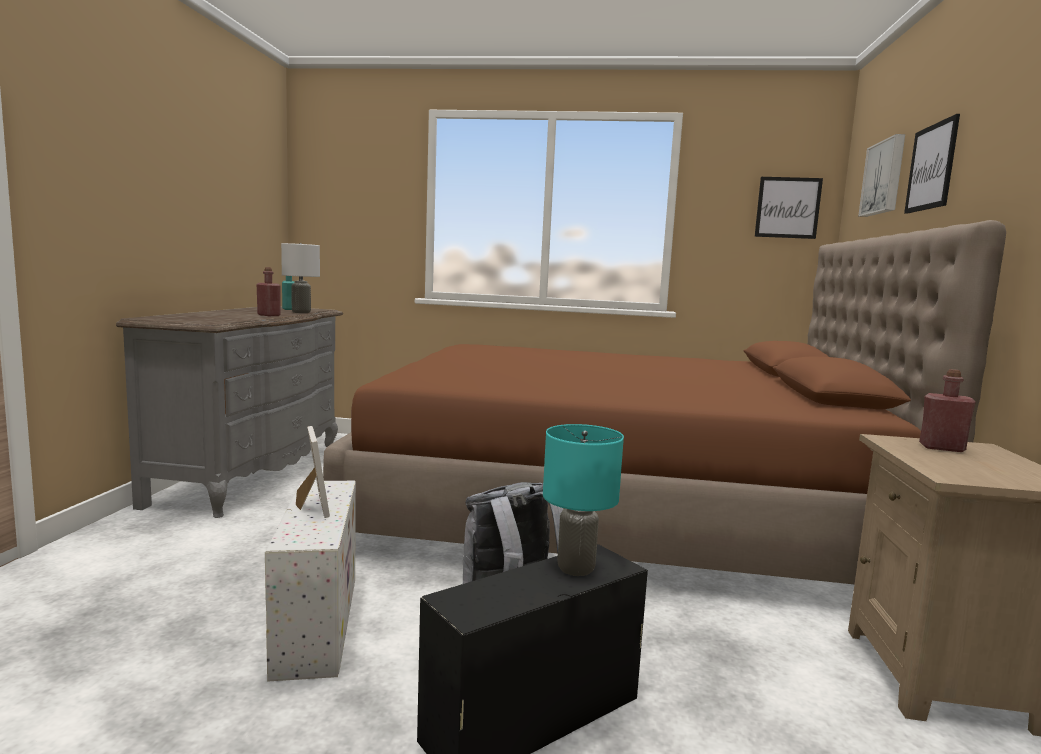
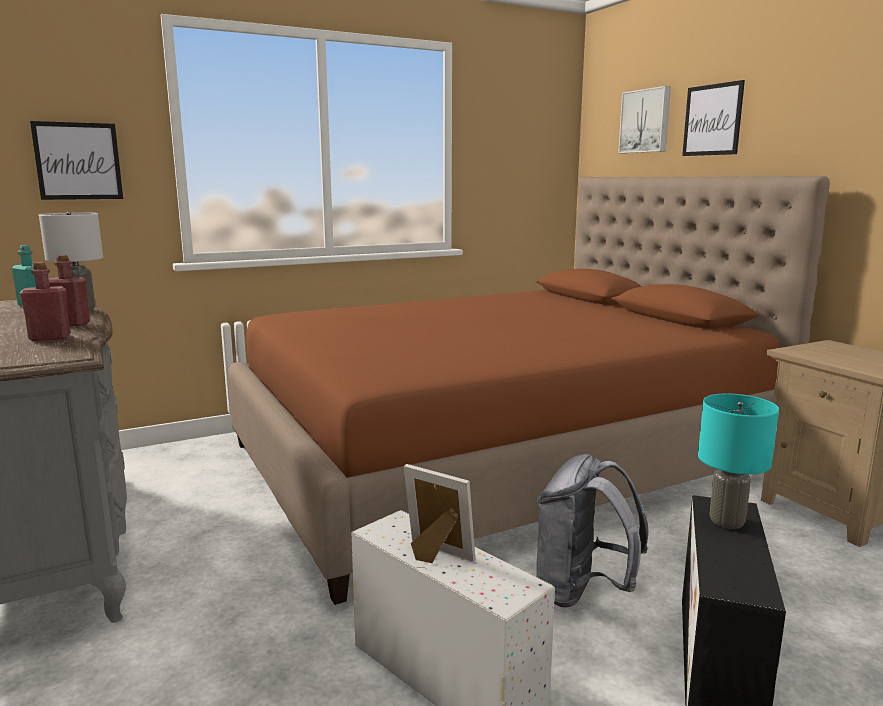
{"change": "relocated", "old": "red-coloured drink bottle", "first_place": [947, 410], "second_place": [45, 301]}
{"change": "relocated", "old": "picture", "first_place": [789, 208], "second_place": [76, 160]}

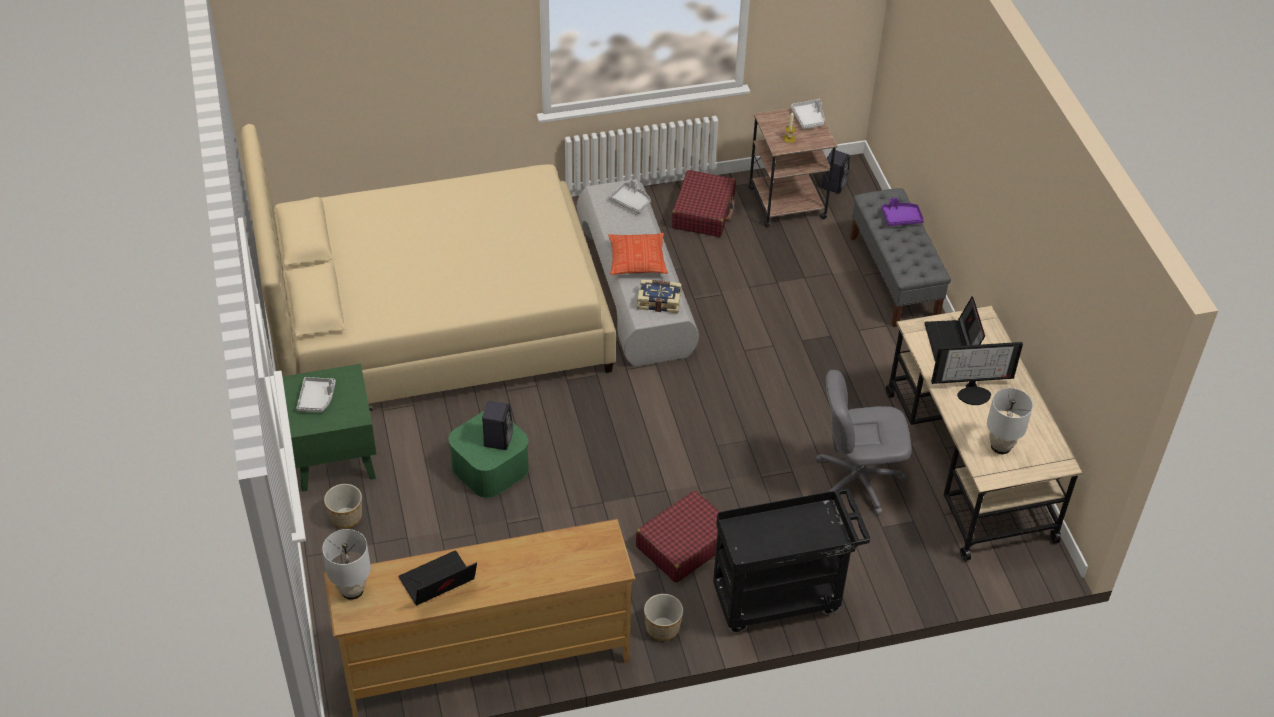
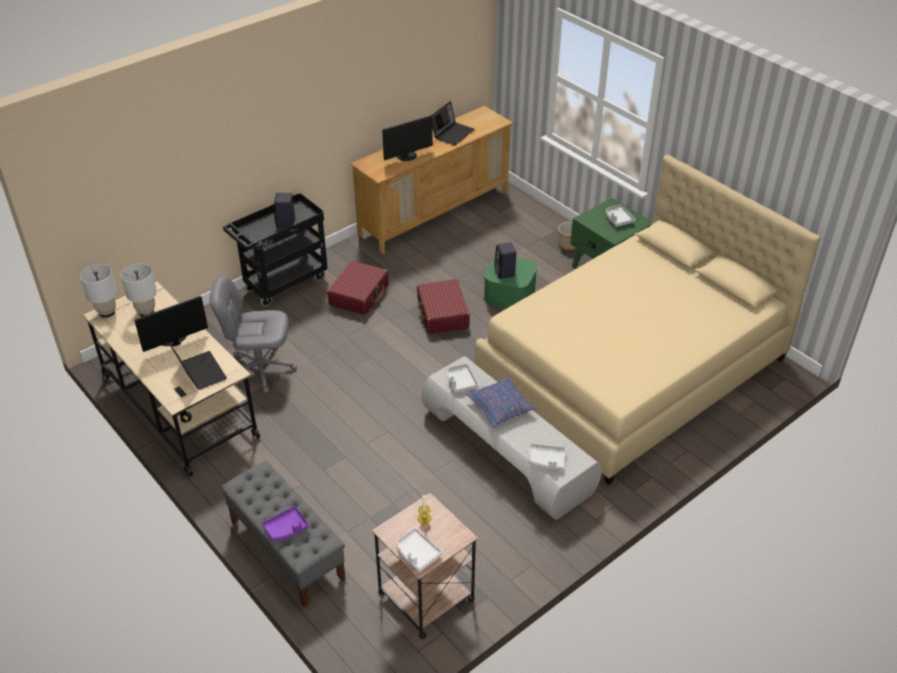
{"change": "relocated", "old": "white-coloured table lamp", "first_place": [346, 564], "second_place": [98, 291]}
{"change": "spun", "old": "grey computer chair", "first_place": [863, 442], "second_place": [253, 334], "degrees": -150}
{"change": "relocated", "old": "black audio speaker", "first_place": [835, 172], "second_place": [284, 210]}
{"change": "appeared", "new": "monitor", "second_place": [407, 138]}
{"change": "relocated", "old": "red-coloured piece of luggage", "first_place": [704, 203], "second_place": [443, 306]}
{"change": "exchanged", "old": "volume", "new": "grey serving tray", "first_place": [659, 296], "second_place": [463, 378]}
{"change": "colour", "old": "orange cushion", "new": "bluish cushion", "first_place": [638, 254], "second_place": [501, 402]}
{"change": "missing", "old": "planter", "first_place": [663, 617]}

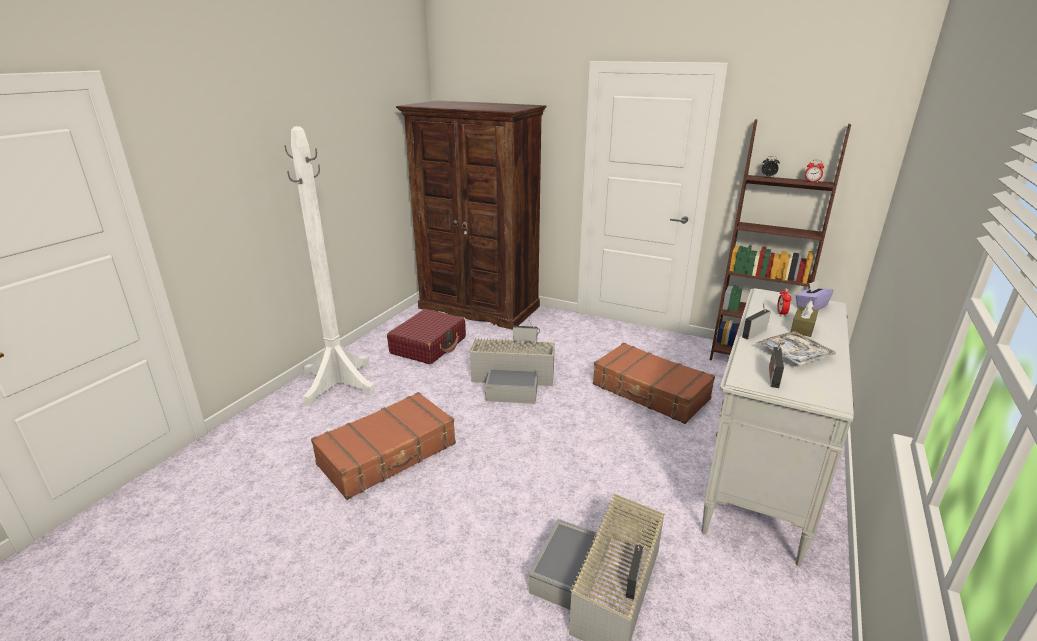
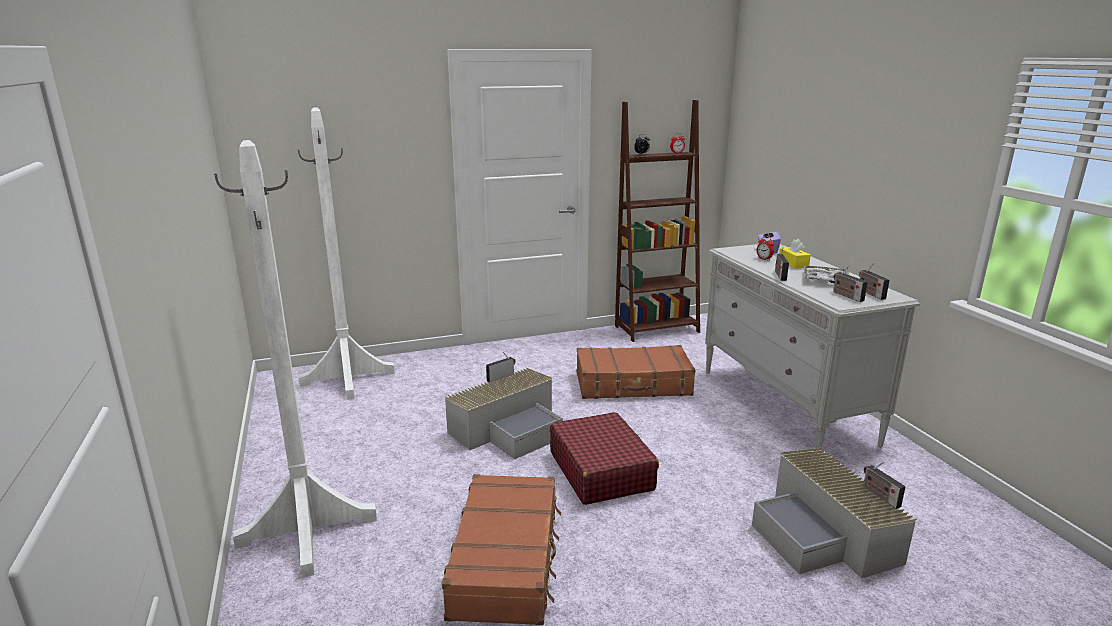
{"change": "exchanged", "old": "brown clothes cupboard", "new": "white-coloured clothes rack", "first_place": [471, 215], "second_place": [346, 253]}
{"change": "relocated", "old": "red-coloured piece of luggage", "first_place": [426, 336], "second_place": [604, 458]}
{"change": "colour", "old": "brown box of tissues", "new": "yellow box of tissues", "first_place": [805, 319], "second_place": [795, 254]}
{"change": "appeared", "new": "radio", "second_place": [874, 281]}

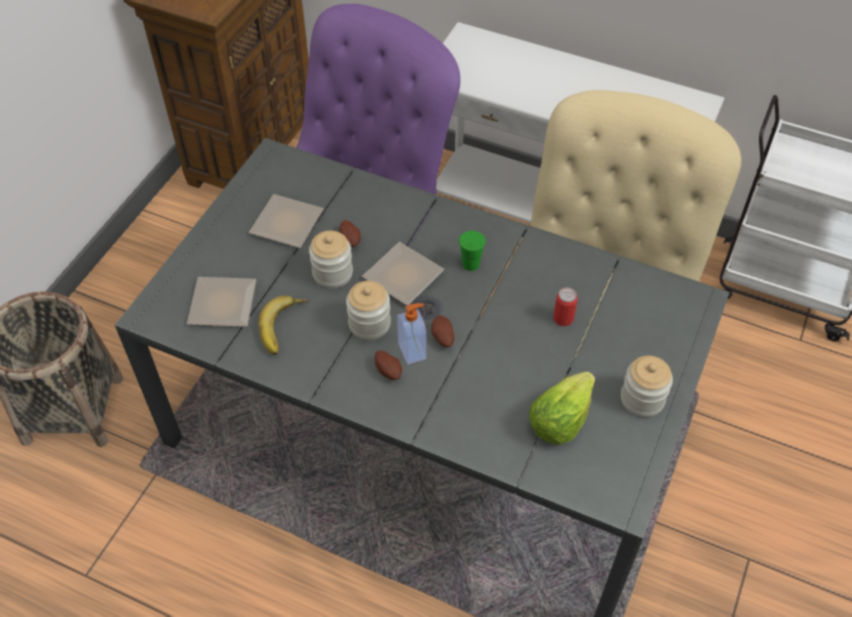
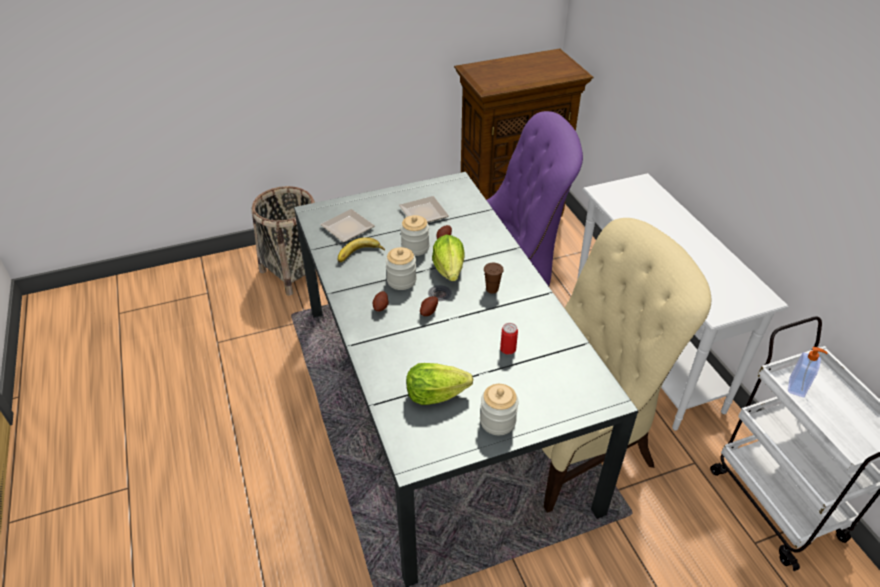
{"change": "exchanged", "old": "dinner plate", "new": "lettuce head", "first_place": [403, 273], "second_place": [448, 258]}
{"change": "colour", "old": "greenish cup", "new": "brown cup", "first_place": [472, 251], "second_place": [494, 278]}
{"change": "relocated", "old": "soap bottle", "first_place": [411, 334], "second_place": [807, 372]}

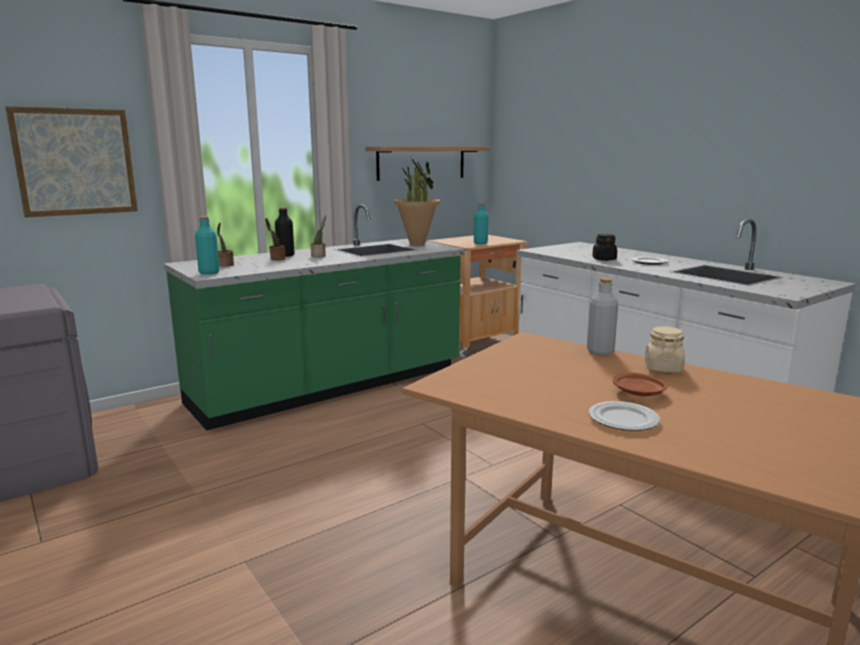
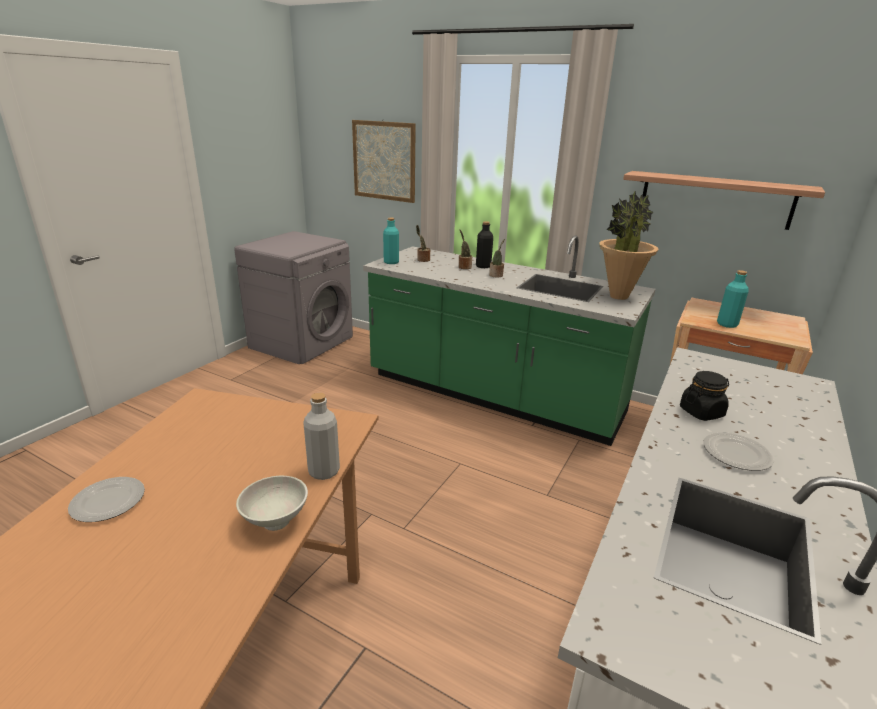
{"change": "exchanged", "old": "beige jar", "new": "white-coloured bowl", "first_place": [665, 349], "second_place": [272, 503]}
{"change": "missing", "old": "brown dinner plate", "first_place": [640, 385]}

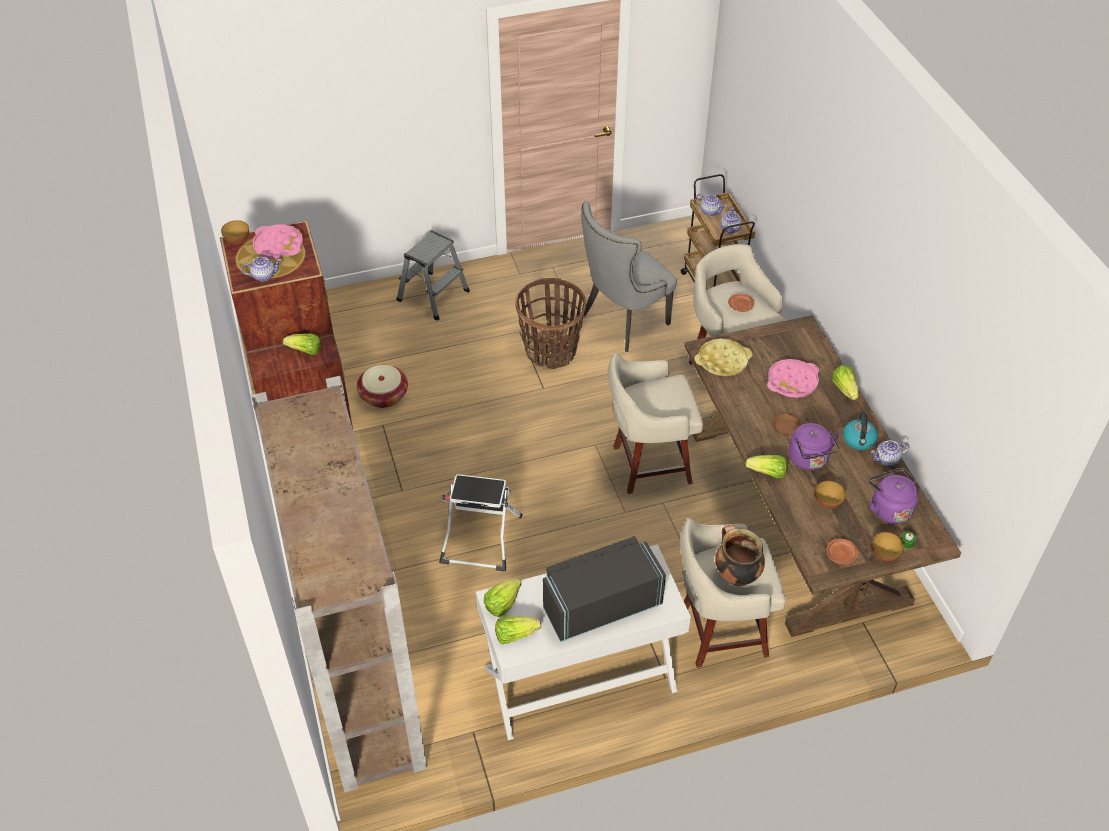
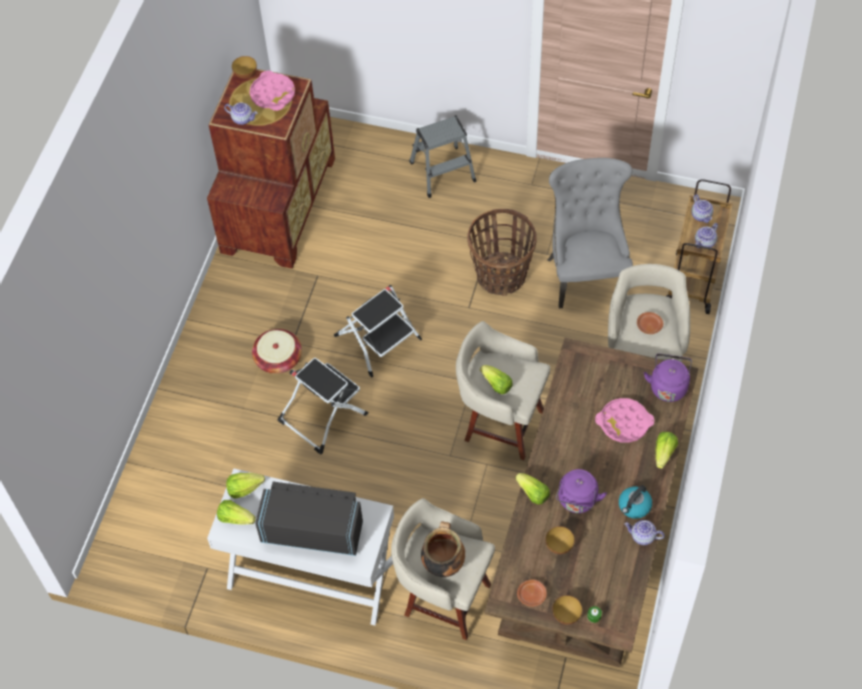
{"change": "relocated", "old": "storage basket", "first_place": [382, 386], "second_place": [277, 351]}
{"change": "appeared", "new": "stepladder", "second_place": [378, 331]}
{"change": "relocated", "old": "lettuce head", "first_place": [302, 344], "second_place": [496, 379]}
{"change": "spun", "old": "grey chair", "first_place": [629, 276], "second_place": [590, 233], "degrees": 90}
{"change": "relocated", "old": "purplish water kettle", "first_place": [894, 496], "second_place": [668, 377]}
{"change": "missing", "old": "brown bookcase", "first_place": [339, 584]}
{"change": "missing", "old": "yellow serving tray", "first_place": [724, 357]}
{"change": "missing", "old": "brown dinner plate", "first_place": [786, 425]}

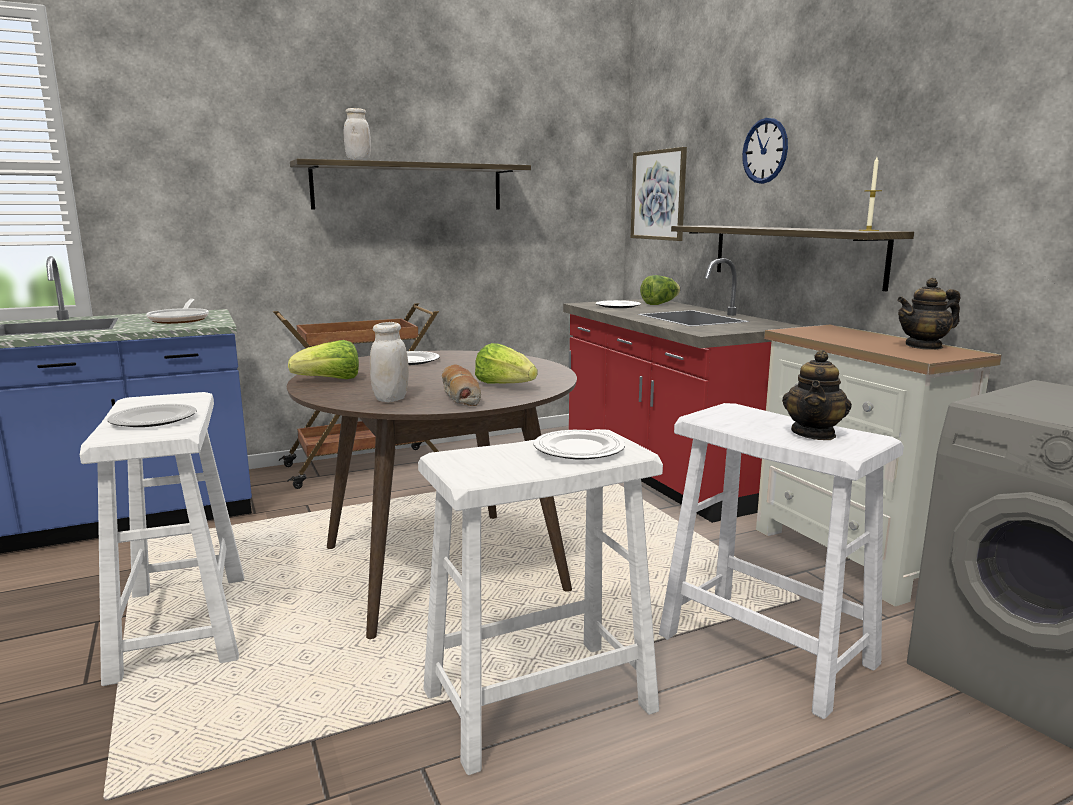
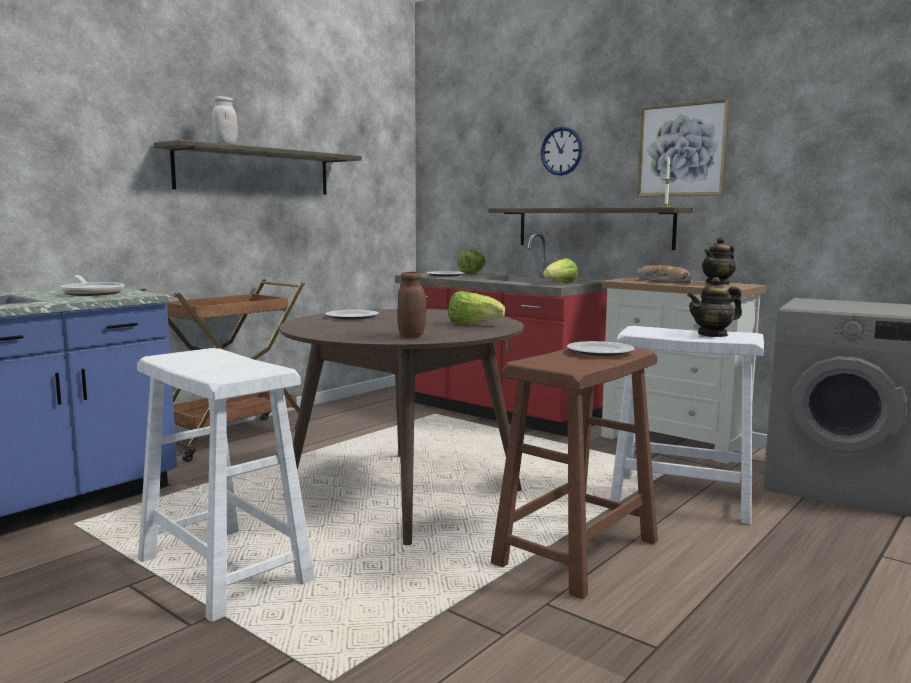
{"change": "colour", "old": "white-coloured jar", "new": "brown jar", "first_place": [389, 362], "second_place": [412, 305]}
{"change": "colour", "old": "white-coloured sitting stool", "new": "brown sitting stool", "first_place": [540, 602], "second_place": [574, 473]}
{"change": "relocated", "old": "lettuce head", "first_place": [323, 359], "second_place": [560, 270]}
{"change": "relocated", "old": "baked bread", "first_place": [461, 385], "second_place": [663, 274]}
{"change": "relocated", "old": "picture", "first_place": [659, 194], "second_place": [683, 147]}
{"change": "spun", "old": "tea pot", "first_place": [817, 395], "second_place": [714, 307], "degrees": 75}
{"change": "missing", "old": "dinner plate", "first_place": [152, 415]}

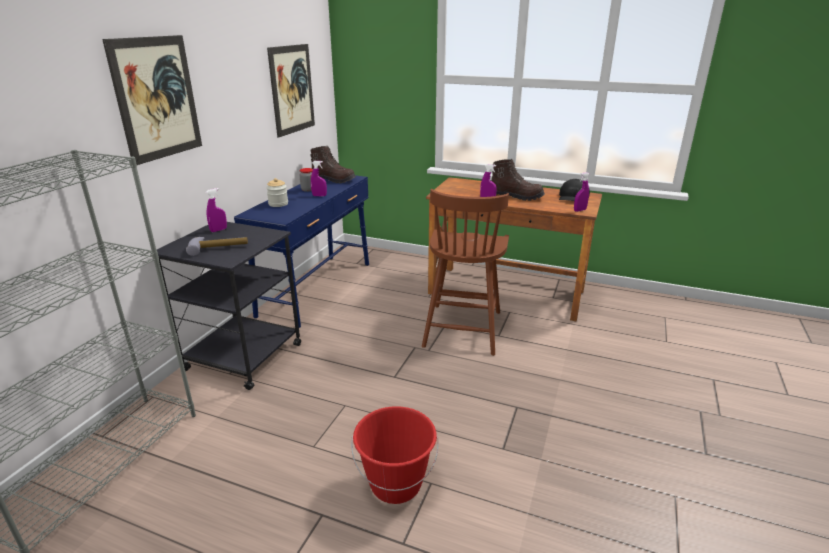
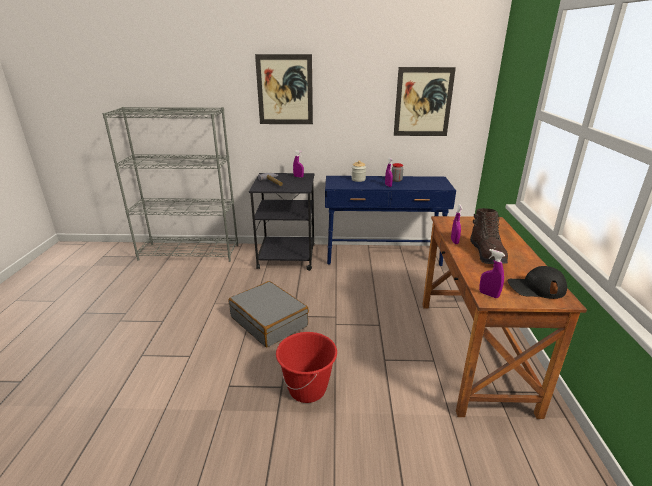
{"change": "appeared", "new": "grey piece of luggage", "second_place": [269, 314]}
{"change": "relocated", "old": "red-coloured water bucket", "first_place": [395, 455], "second_place": [306, 367]}
{"change": "missing", "old": "brown tall boot", "first_place": [332, 165]}
{"change": "missing", "old": "brown chair", "first_place": [465, 272]}

